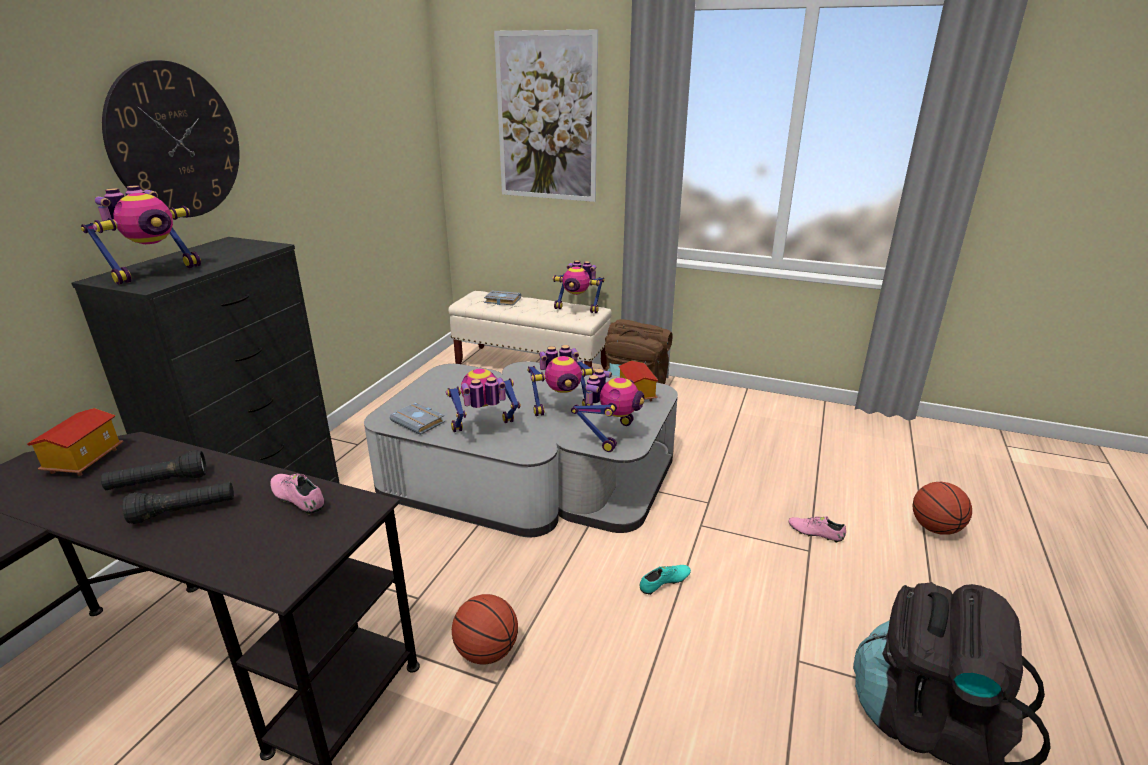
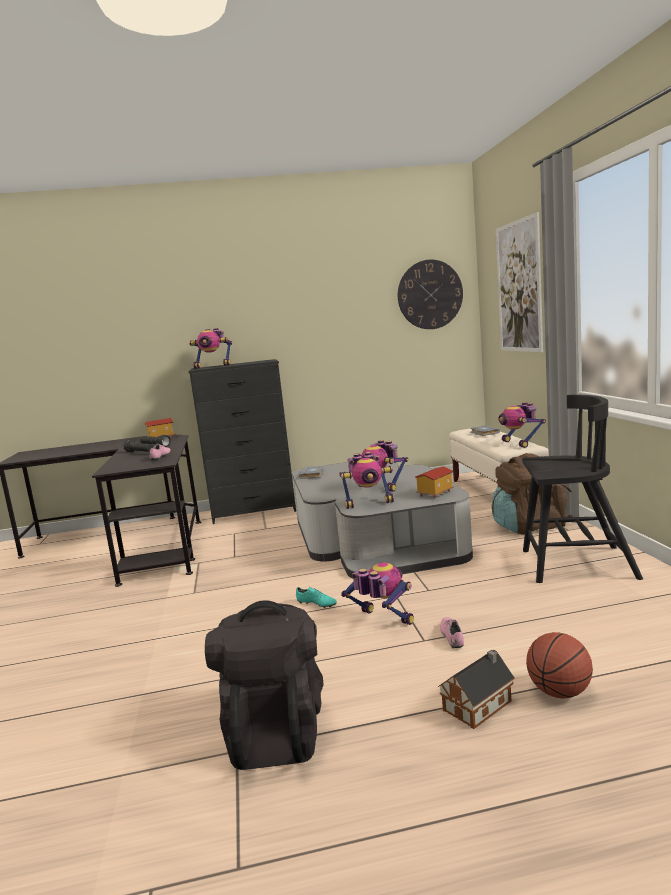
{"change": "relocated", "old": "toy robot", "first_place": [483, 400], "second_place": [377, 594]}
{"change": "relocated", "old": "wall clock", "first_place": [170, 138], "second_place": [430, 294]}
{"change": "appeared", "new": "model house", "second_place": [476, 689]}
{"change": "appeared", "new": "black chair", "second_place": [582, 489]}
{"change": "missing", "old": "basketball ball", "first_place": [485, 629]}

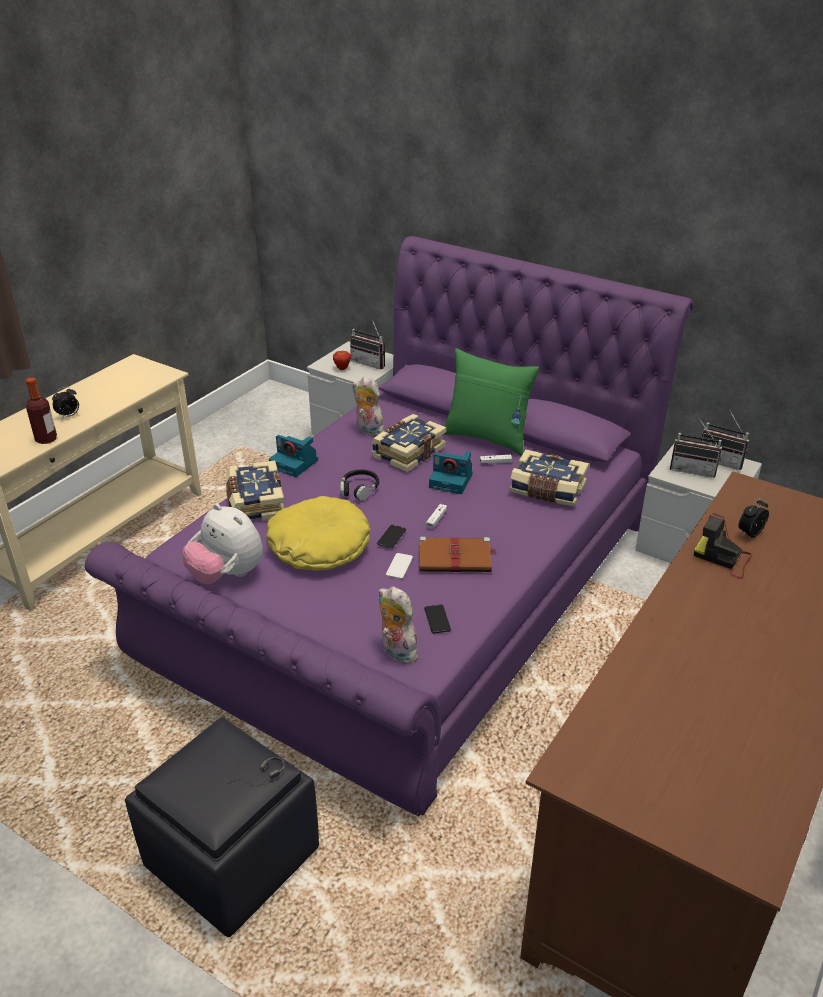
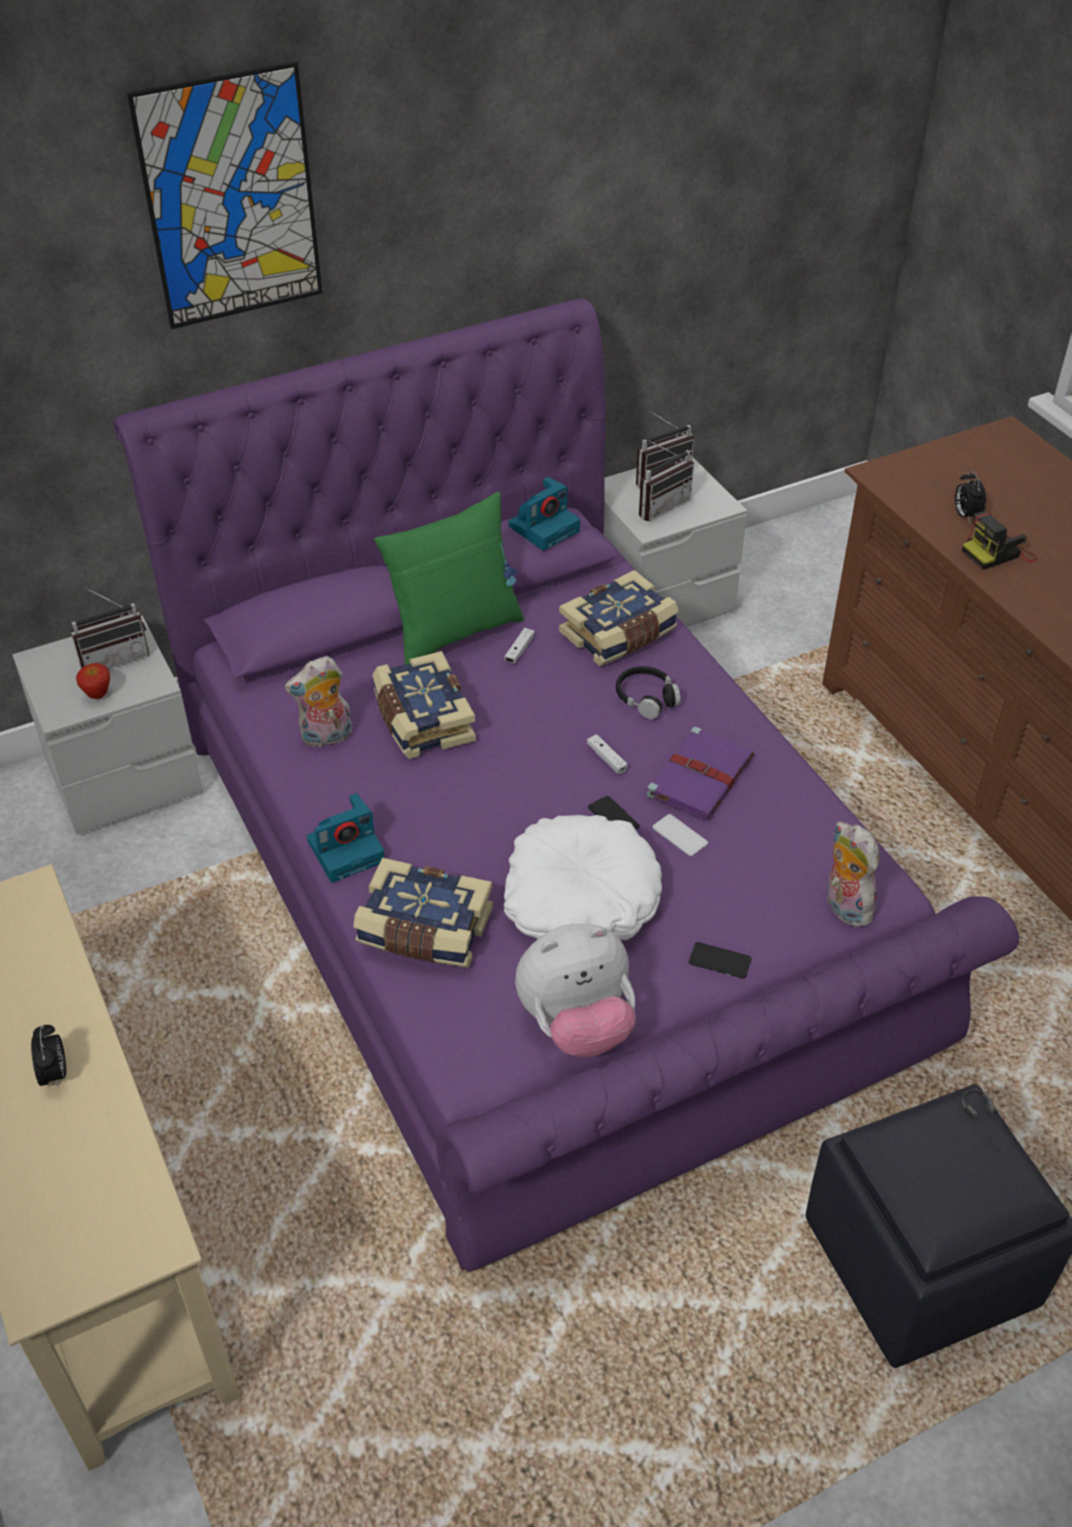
{"change": "appeared", "new": "picture", "second_place": [224, 195]}
{"change": "colour", "old": "yellow cushion", "new": "white-coloured cushion", "first_place": [318, 533], "second_place": [583, 877]}
{"change": "relocated", "old": "photo camera", "first_place": [451, 472], "second_place": [544, 514]}
{"change": "relocated", "old": "black pair of headphones", "first_place": [359, 485], "second_place": [648, 692]}
{"change": "colour", "old": "brown volume", "new": "purplish volume", "first_place": [457, 554], "second_place": [700, 773]}
{"change": "relocated", "old": "telephone", "first_place": [437, 619], "second_place": [720, 960]}
{"change": "spun", "old": "plush toy", "first_place": [398, 625], "second_place": [852, 874], "degrees": 75}
{"change": "missing", "old": "drink bottle", "first_place": [41, 411]}

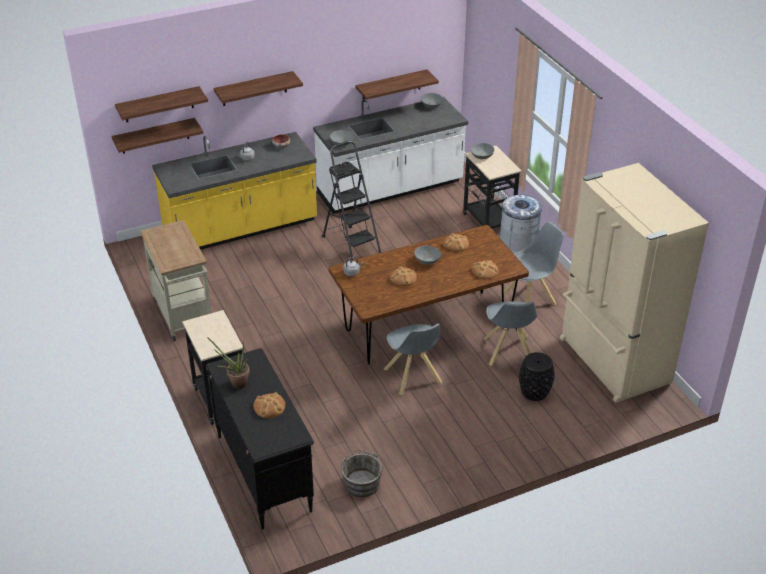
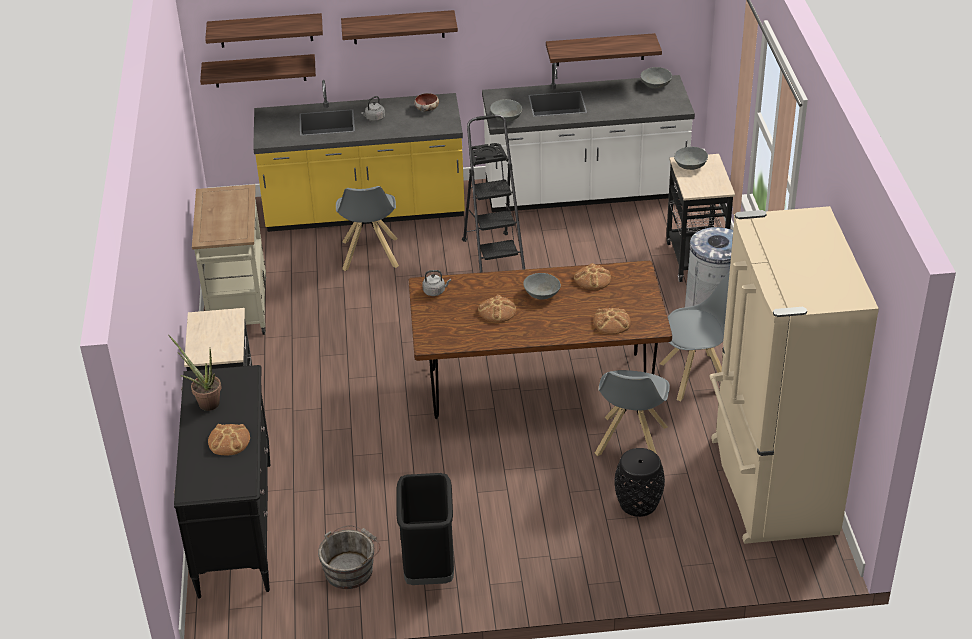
{"change": "relocated", "old": "grey chair", "first_place": [413, 359], "second_place": [367, 228]}
{"change": "appeared", "new": "black rubbish bin", "second_place": [425, 529]}

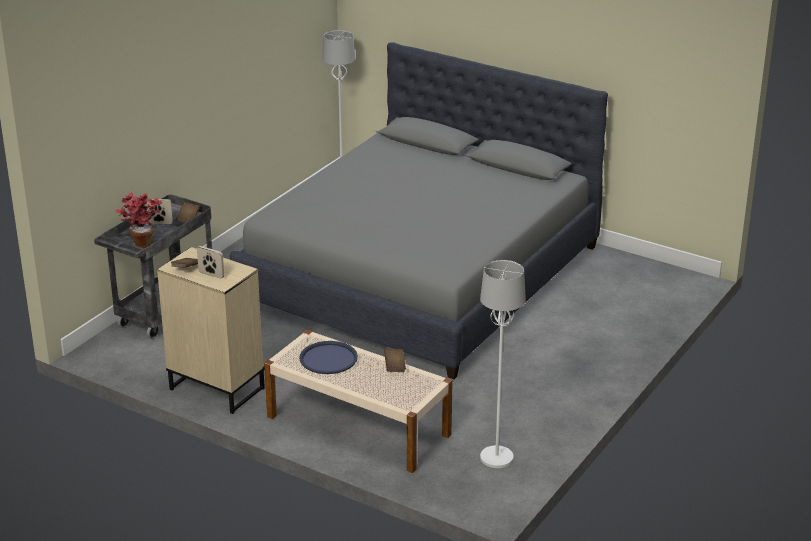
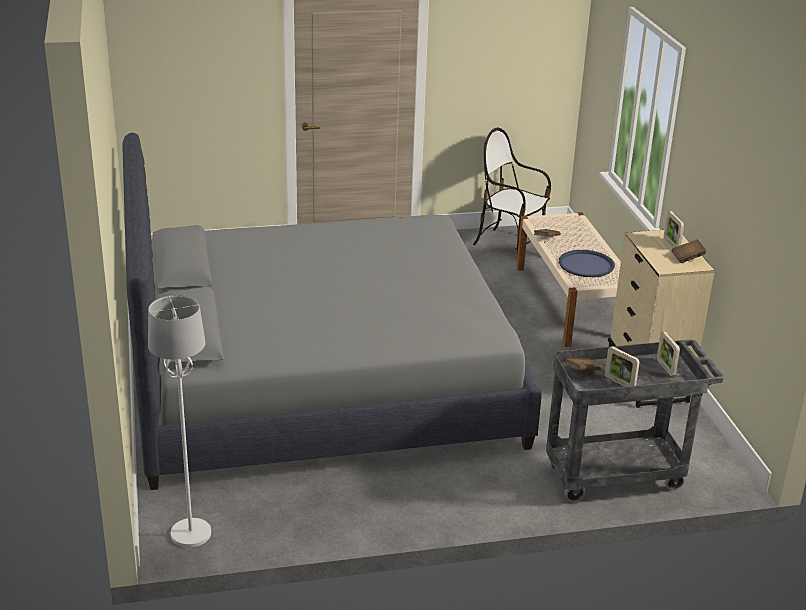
{"change": "exchanged", "old": "white-coloured standard lamp", "new": "chair", "first_place": [503, 364], "second_place": [512, 191]}
{"change": "exchanged", "old": "potted plant", "new": "standing frame", "first_place": [138, 220], "second_place": [668, 354]}

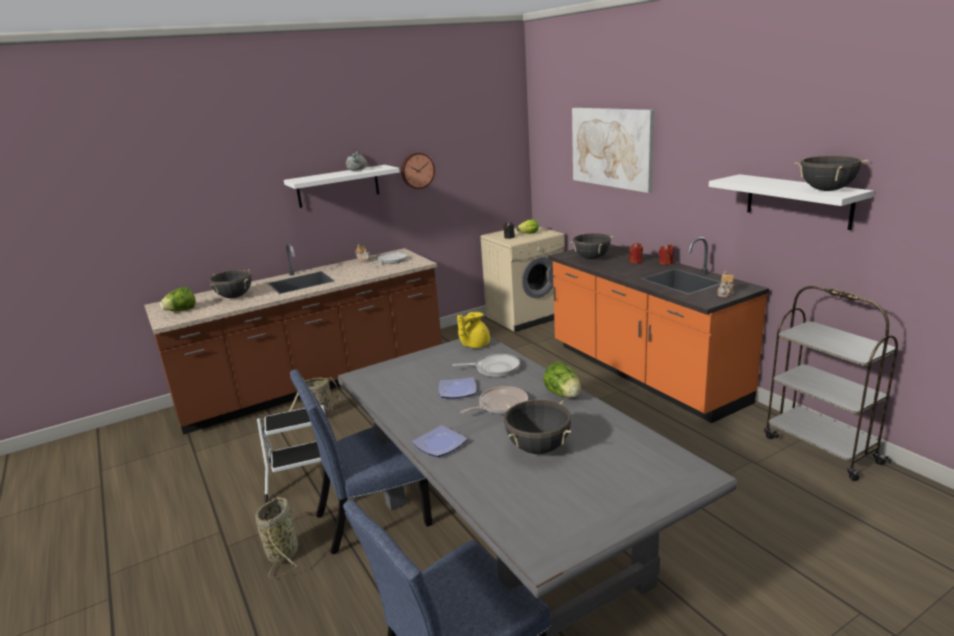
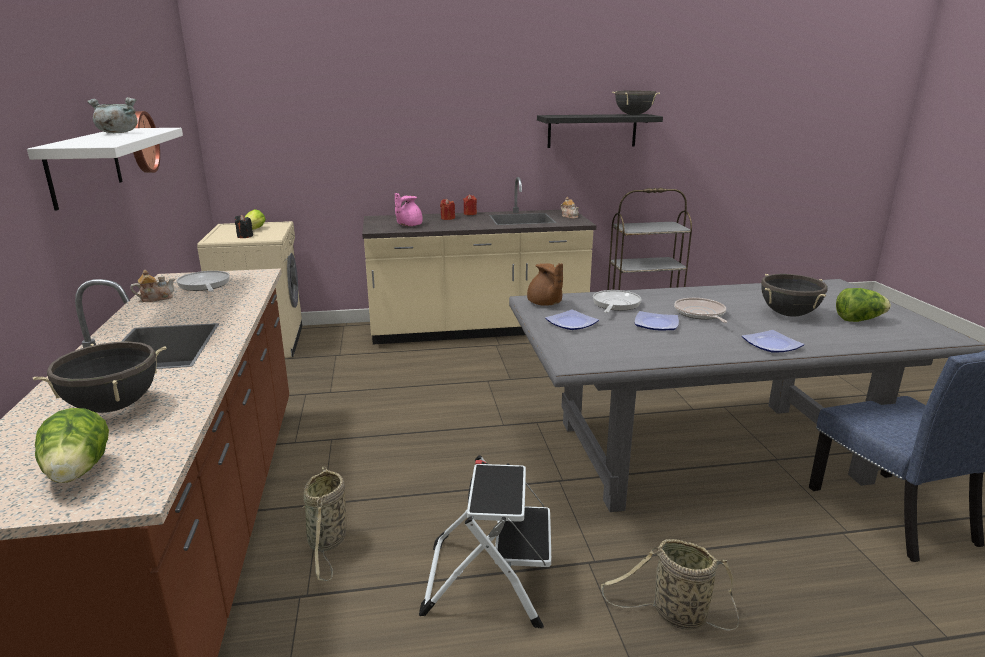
{"change": "colour", "old": "orange kitchen base unit", "new": "beige kitchen base unit", "first_place": [658, 330], "second_place": [479, 260]}
{"change": "exchanged", "old": "black stockpot", "new": "pink-coloured tea pot", "first_place": [592, 246], "second_place": [409, 209]}
{"change": "colour", "old": "yellow tea pot", "new": "brown tea pot", "first_place": [473, 330], "second_place": [545, 284]}
{"change": "colour", "old": "white-coloured shelf", "new": "black shelf", "first_place": [791, 202], "second_place": [600, 131]}
{"change": "appeared", "new": "dinner plate", "second_place": [572, 319]}
{"change": "relocated", "old": "lettuce head", "first_place": [562, 380], "second_place": [863, 305]}
{"change": "missing", "old": "bluish chair", "first_place": [361, 461]}
{"change": "missing", "old": "picture", "first_place": [613, 150]}

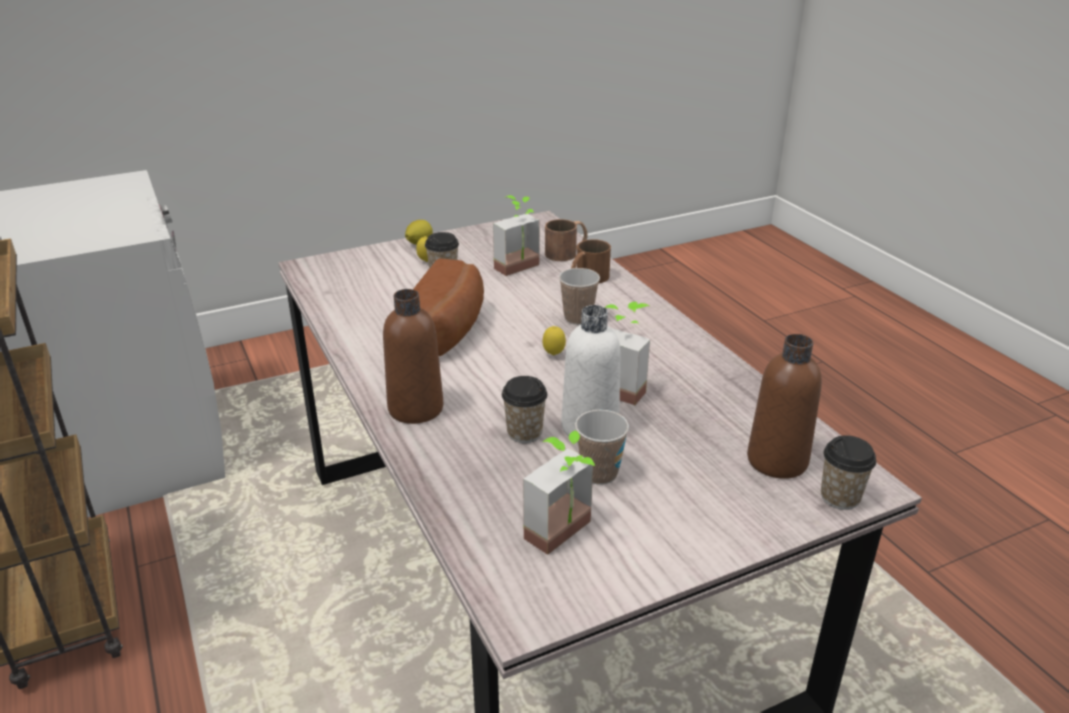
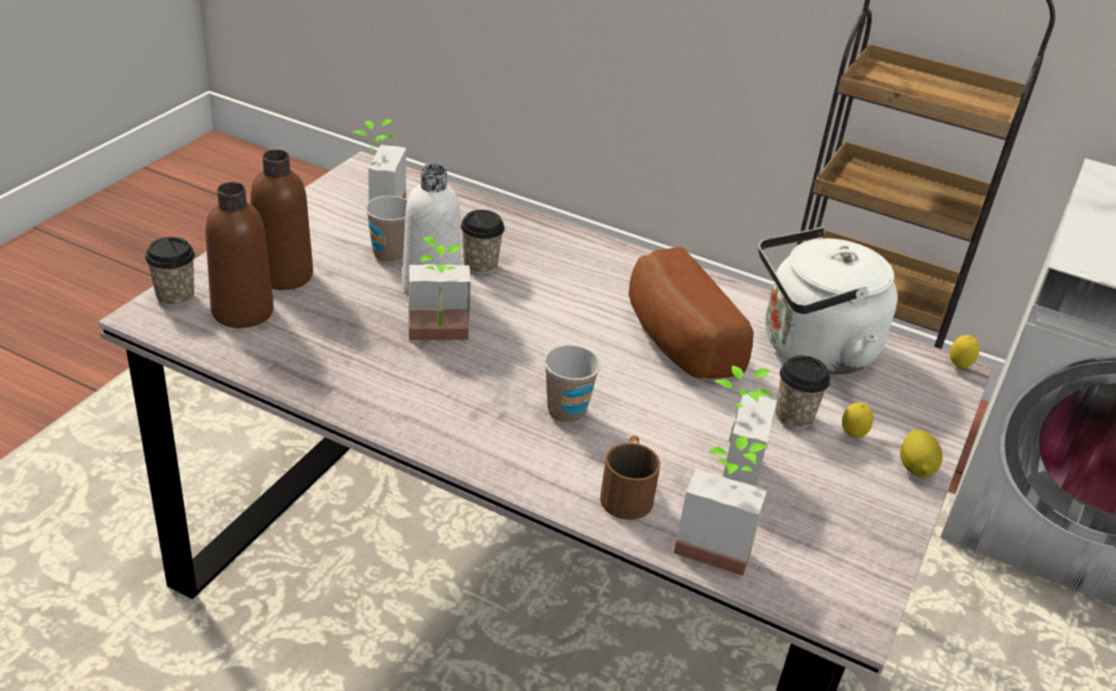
{"change": "relocated", "old": "brown drink bottle", "first_place": [413, 356], "second_place": [281, 220]}
{"change": "exchanged", "old": "brown mug", "new": "potted plant", "first_place": [566, 240], "second_place": [721, 506]}
{"change": "appeared", "new": "white-coloured water kettle", "second_place": [828, 301]}
{"change": "relocated", "old": "whole lemon", "first_place": [554, 341], "second_place": [965, 351]}

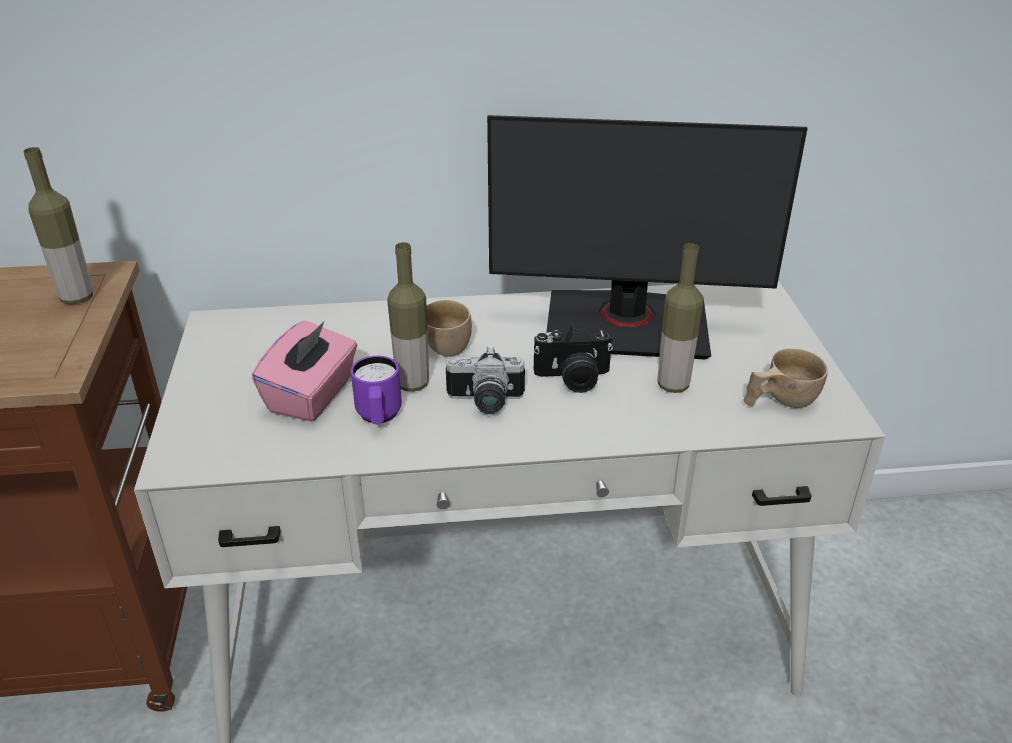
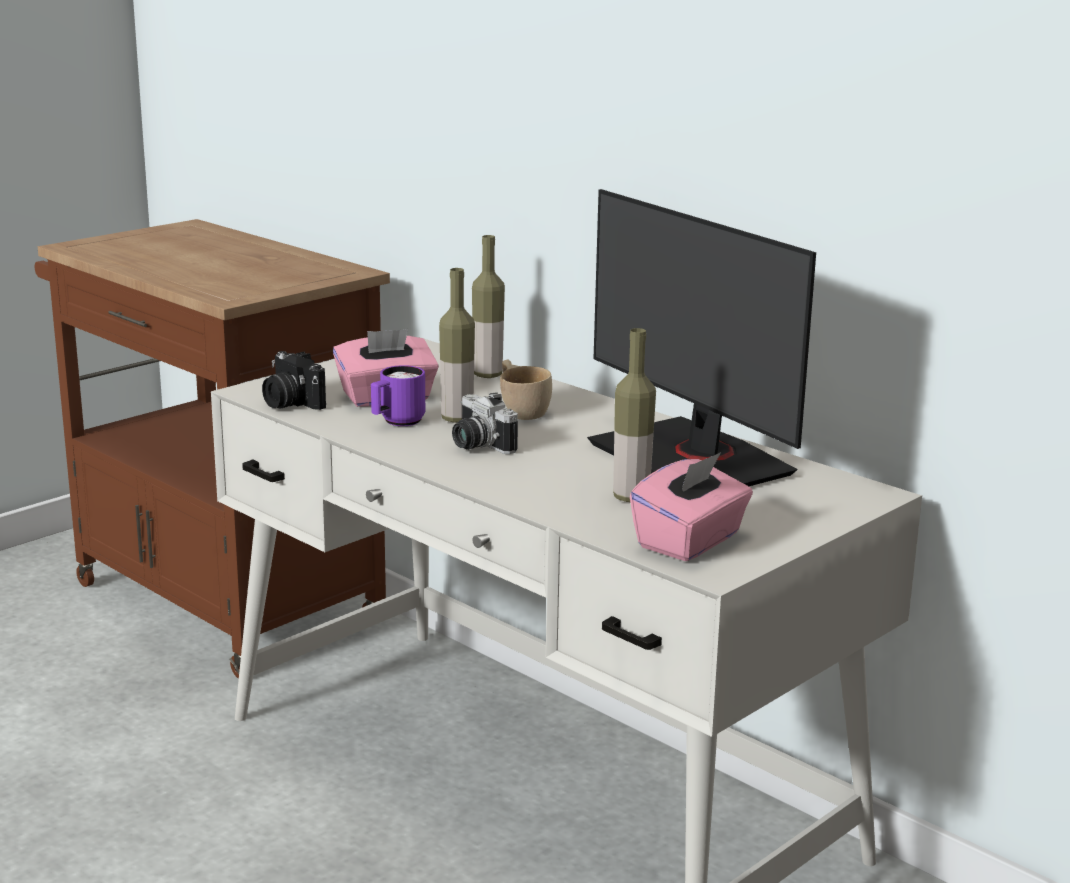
{"change": "relocated", "old": "photo camera", "first_place": [573, 358], "second_place": [294, 380]}
{"change": "relocated", "old": "drink bottle", "first_place": [58, 226], "second_place": [488, 306]}
{"change": "exchanged", "old": "beige cup", "new": "pink-coloured box of tissues", "first_place": [786, 378], "second_place": [691, 506]}

